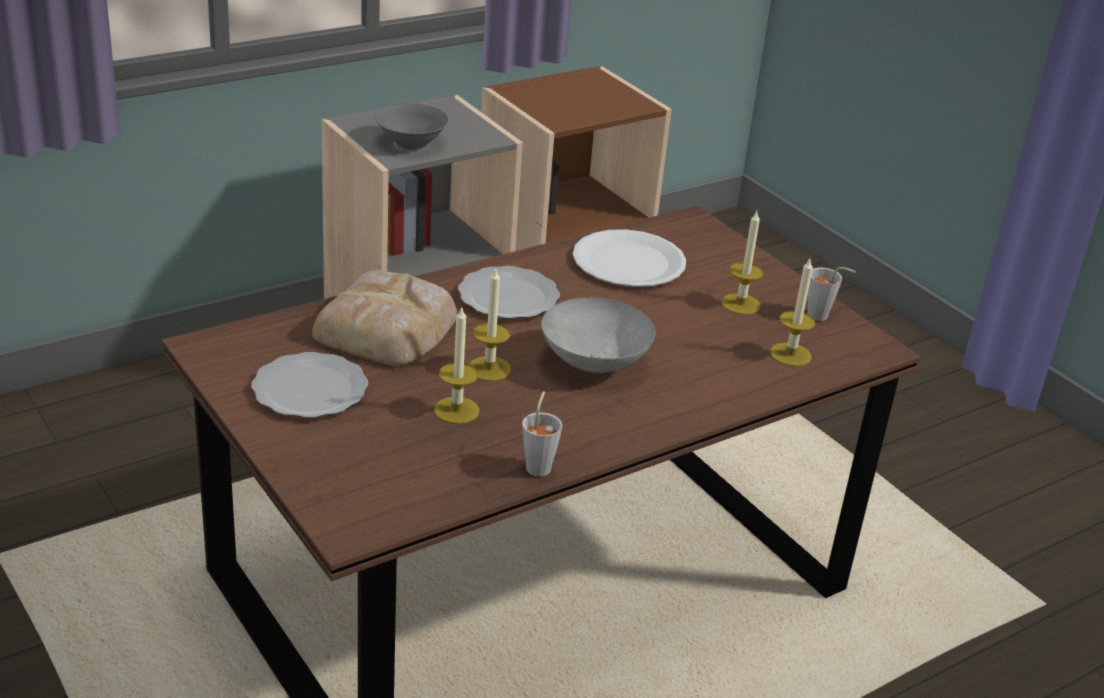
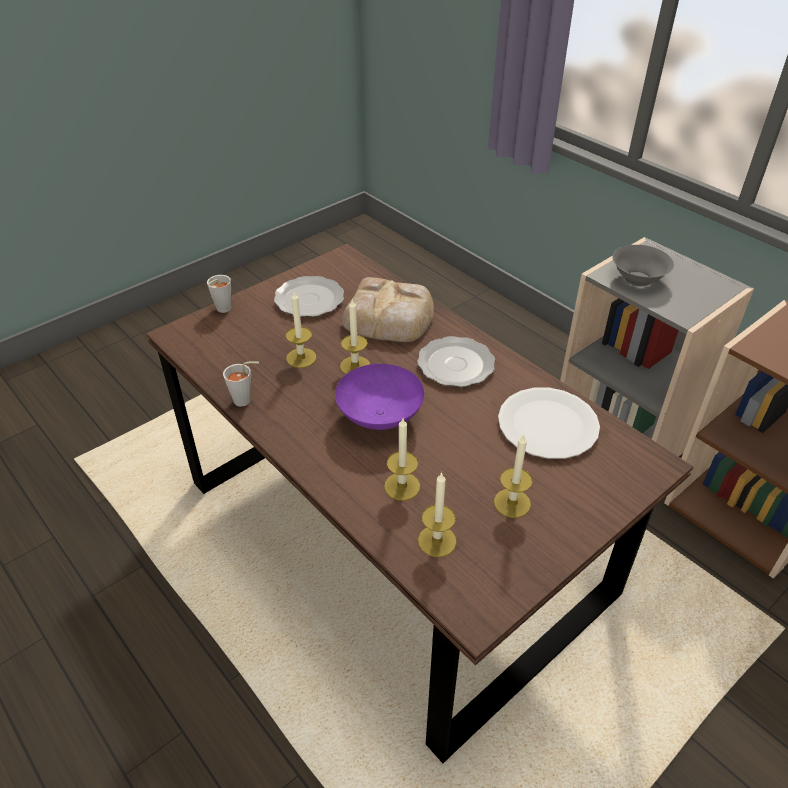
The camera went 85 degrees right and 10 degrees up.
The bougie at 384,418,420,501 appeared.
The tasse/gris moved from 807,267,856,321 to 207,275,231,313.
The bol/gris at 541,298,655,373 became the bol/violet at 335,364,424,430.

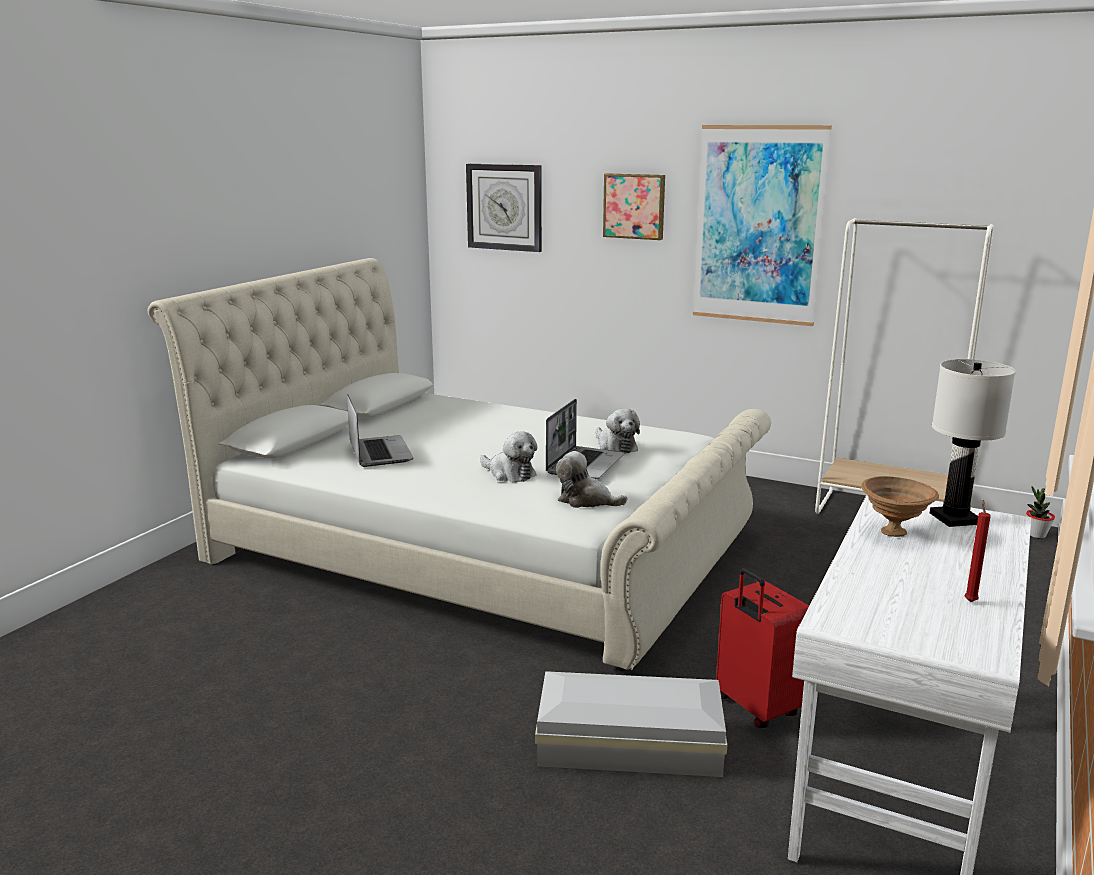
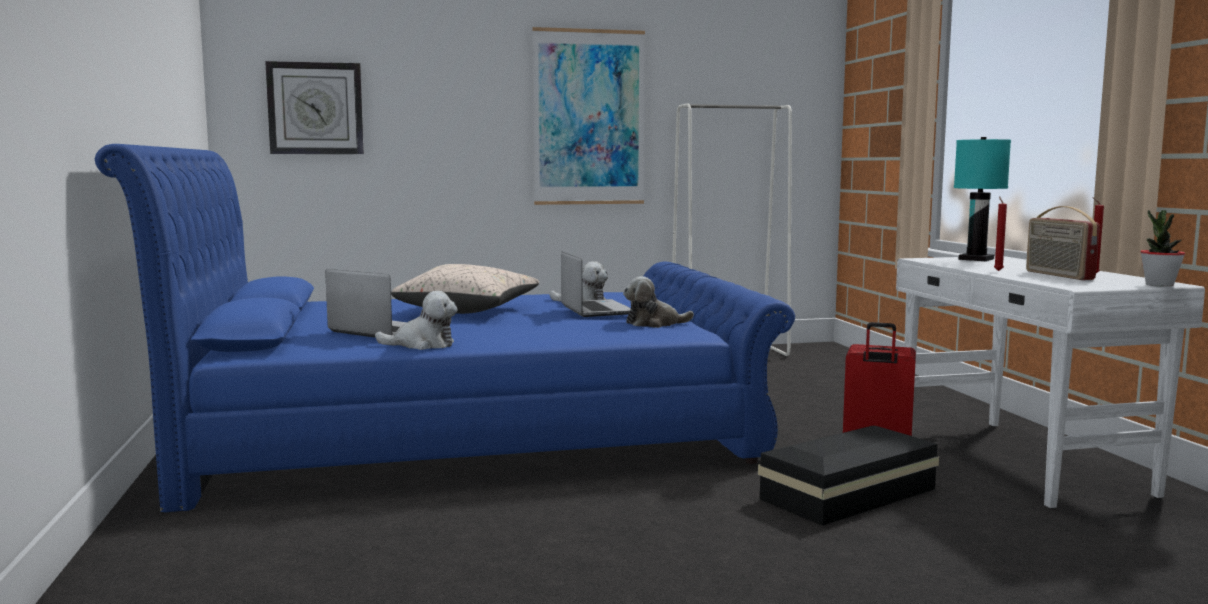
The camera went 40 degrees left and 10 degrees down.
The tableau at 603,173,665,240 disappeared.
The bol/marron at 861,476,939,537 disappeared.
The coussin/beige at 391,264,539,314 appeared.
The bougie/rouge at 994,196,1007,271 appeared.
The radio at 1026,206,1100,280 appeared.
The peluche moved from 480,431,537,482 to 375,291,457,350.
The plante en pot moved from 1026,486,1055,538 to 1140,210,1185,287.
The lit/beige at 148,258,771,671 became the lit/bleu at 95,144,795,512.
The boîte de rangement/blanc at 535,671,727,777 became the boîte de rangement/noir at 758,426,939,526.
The lampe de table/blanc at 930,359,1016,527 became the lampe de table/turquoise at 954,137,1011,261.

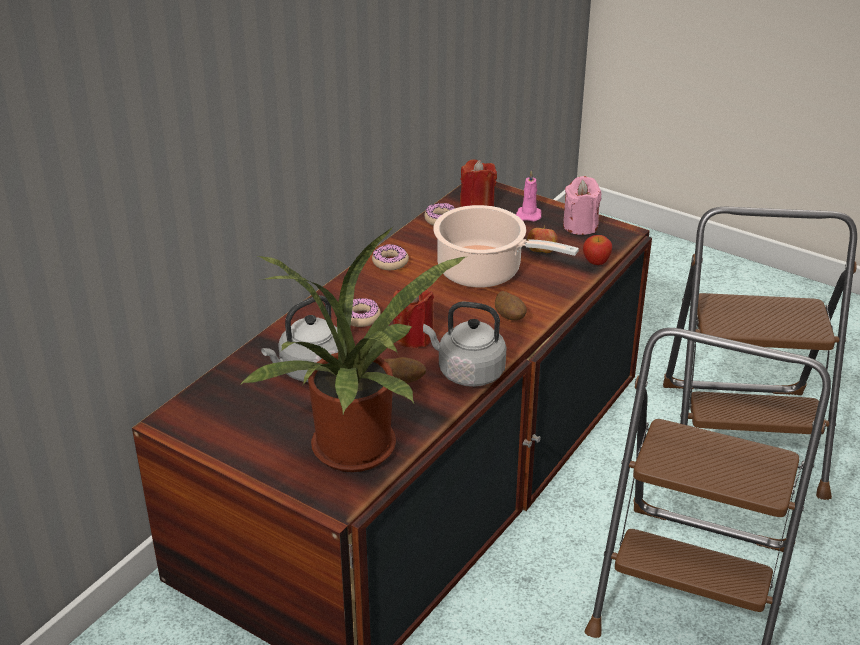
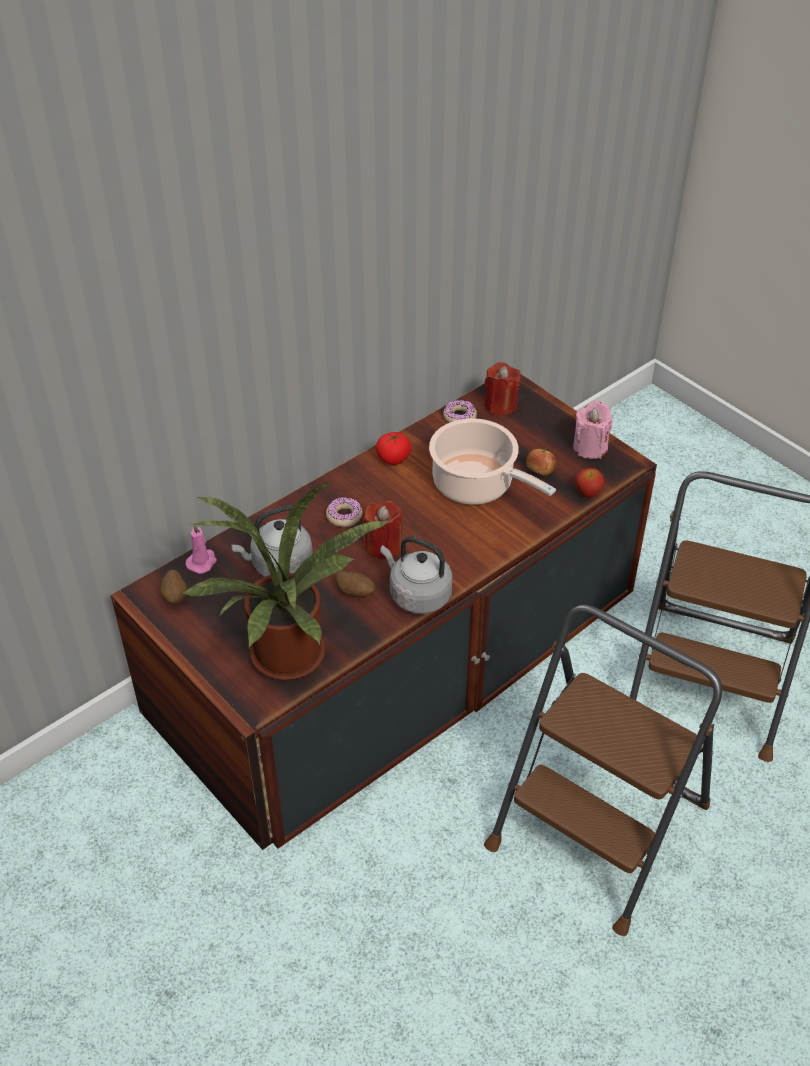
The camera went 15 degrees right and 10 degrees up.
The pomme de terre moved from 495,291,527,320 to 160,570,188,605.
The bougie/rose moved from 516,170,541,221 to 185,525,217,574.
The beignet at 372,244,409,270 was replaced by the tomate at 376,432,411,465.

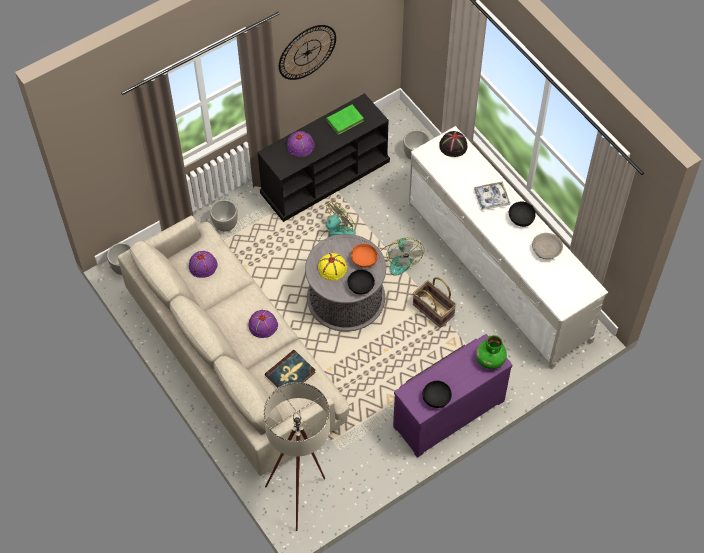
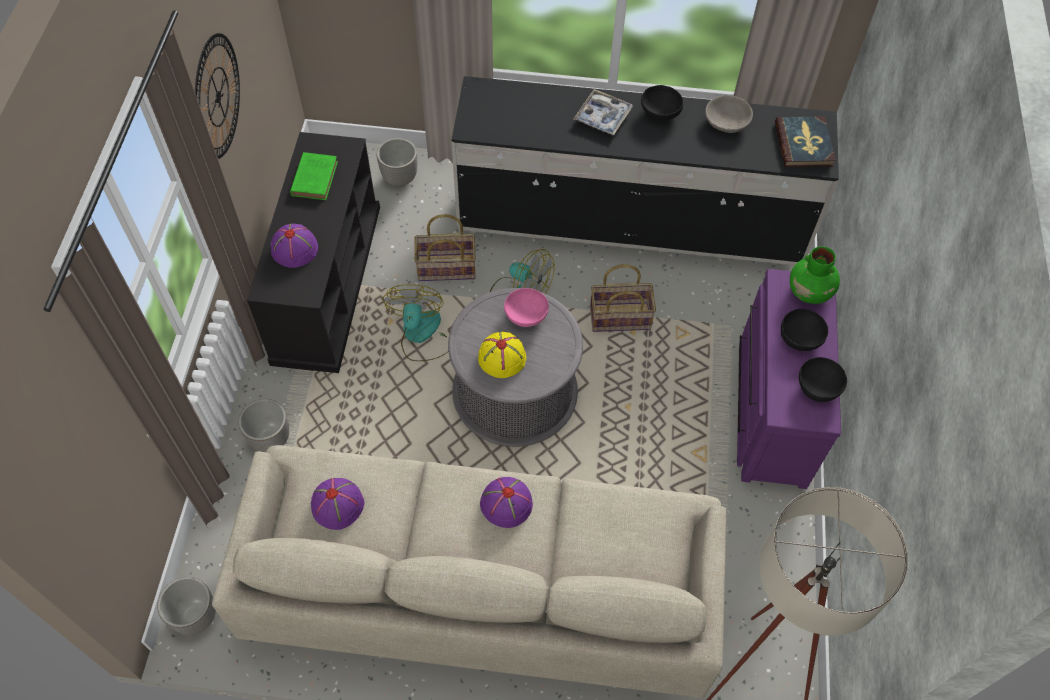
The camera went 50 degrees left and 0 degrees up.
The chapeau/noir at 439,131,468,157 disappeared.
The panier at 415,214,476,281 appeared.
The livre moved from 265,350,316,387 to 775,116,836,167.
The bol/noir moved from 347,270,375,295 to 781,309,828,351.
The bol/orange at 351,244,378,268 became the bol/rose at 504,288,549,327.
The meuble de rangement/blanc at 409,126,608,369 became the meuble de rangement/noir at 451,76,839,265.

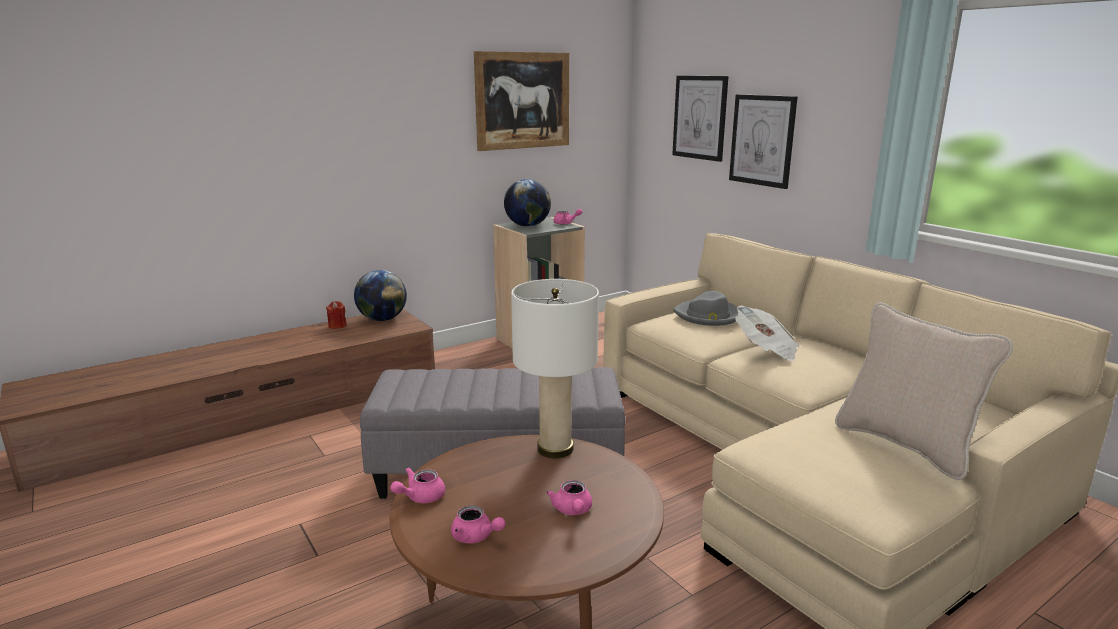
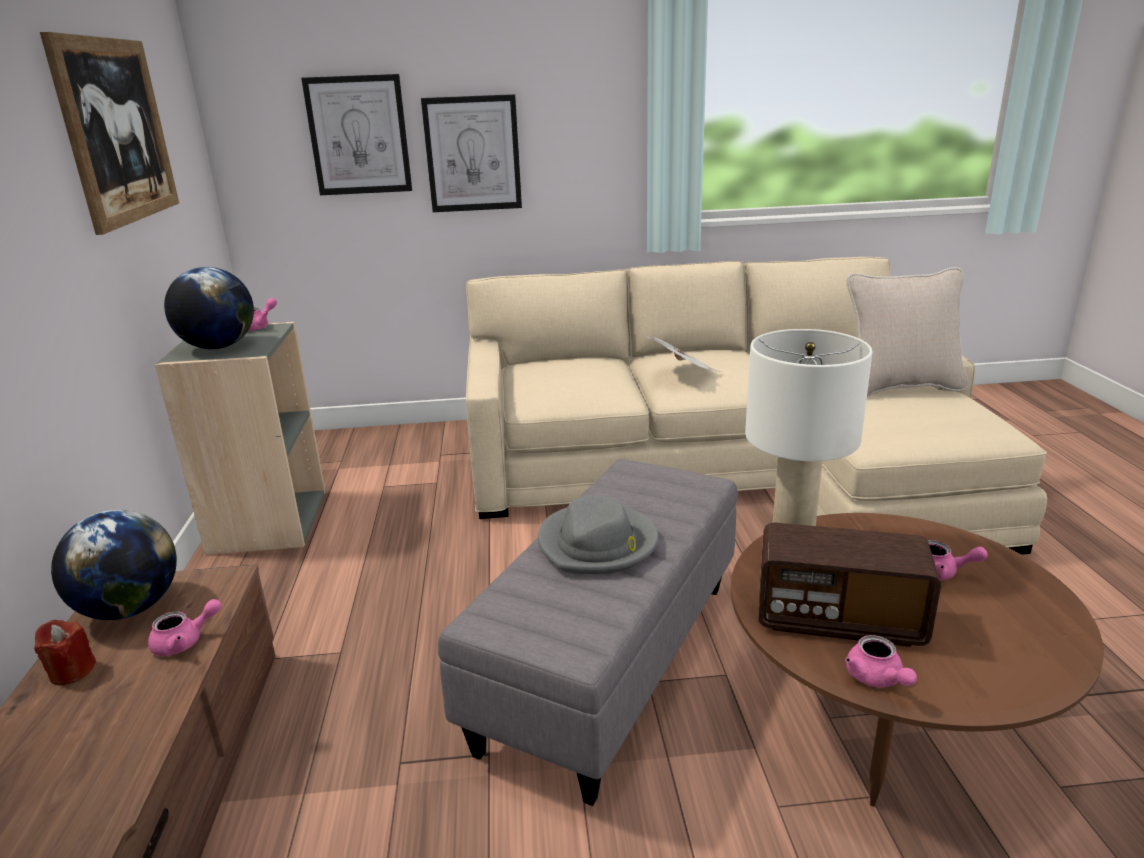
The camera went 60 degrees left and 5 degrees up.
The radio at 758,523,941,647 appeared.
The théière/rose moved from 451,505,506,543 to 148,599,222,656.
The chapeau/gris moved from 673,291,738,326 to 538,495,659,574.

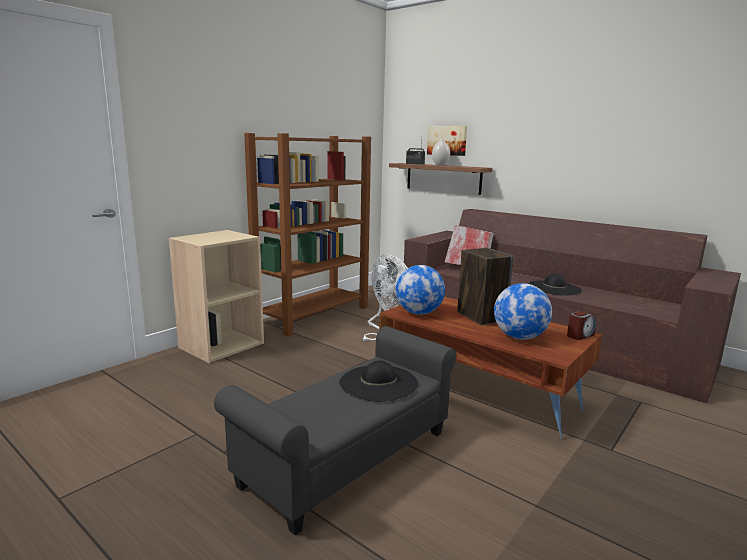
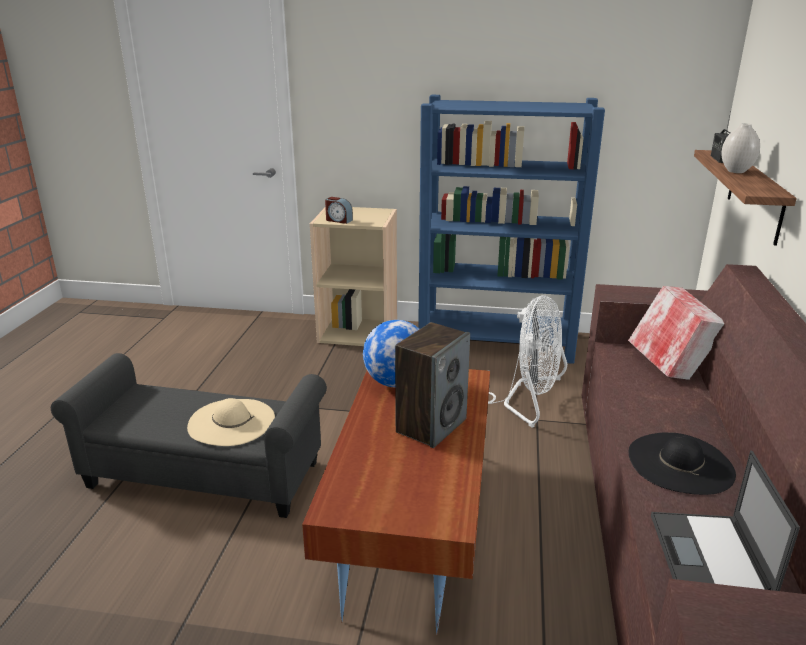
The camera went 60 degrees right and 10 degrees up.
The tableau at 427,126,467,156 disappeared.
The globe at 494,283,552,340 disappeared.
The ordinateur portable at 651,450,800,591 appeared.
The réveil moved from 567,311,596,340 to 325,197,353,224.
The bibliothèque/marron at 244,133,371,336 became the bibliothèque/bleu at 418,95,605,364.
The chapeau/noir at 339,360,418,402 became the chapeau/beige at 187,398,275,446.

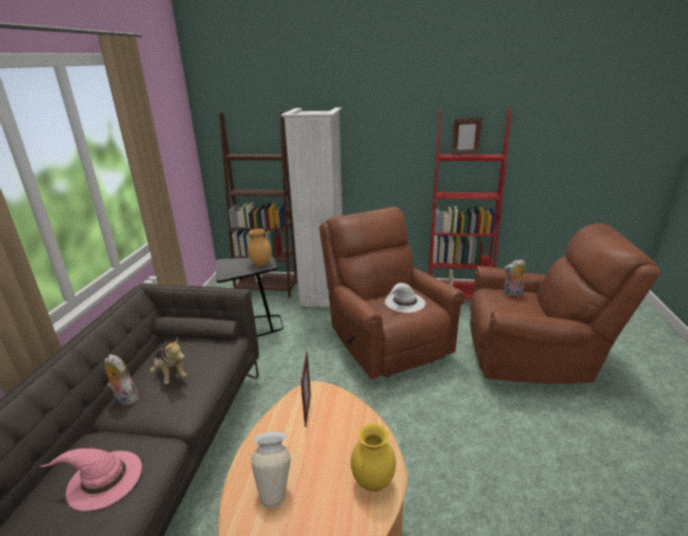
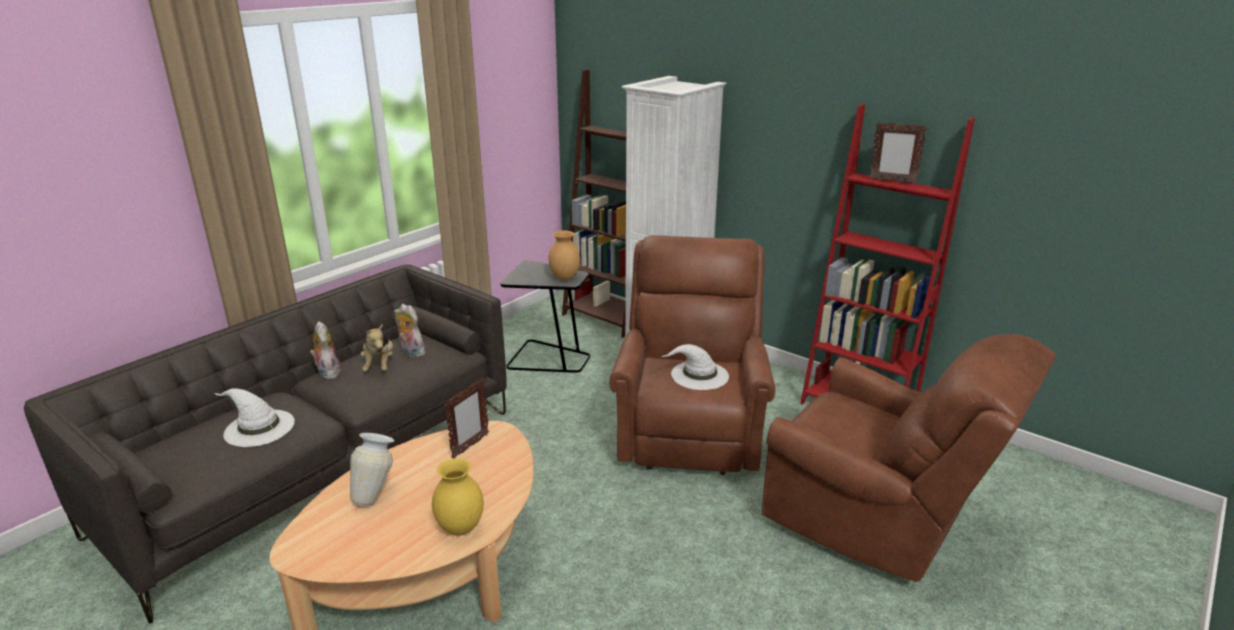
The camera went 30 degrees right and 0 degrees up.
The peluche moved from 503,259,526,296 to 394,304,425,358.
The chapeau/rose at 40,448,142,511 became the chapeau/blanc at 215,388,295,447.

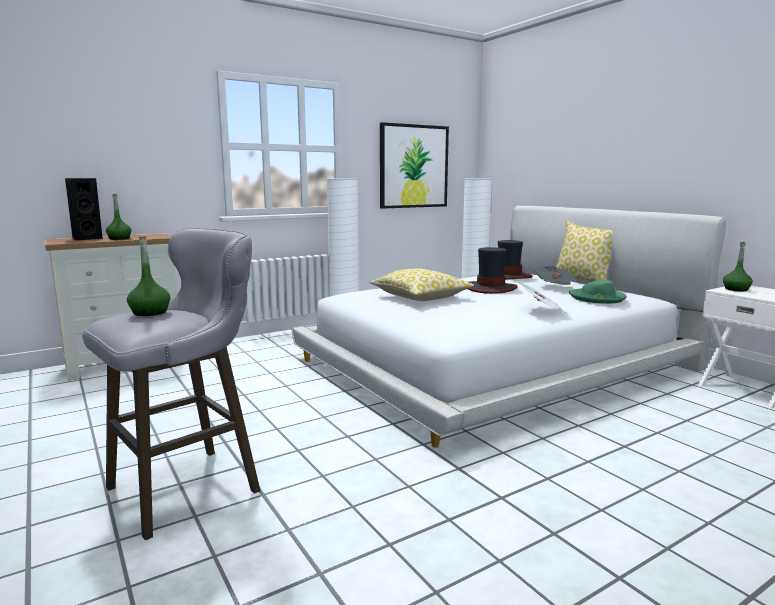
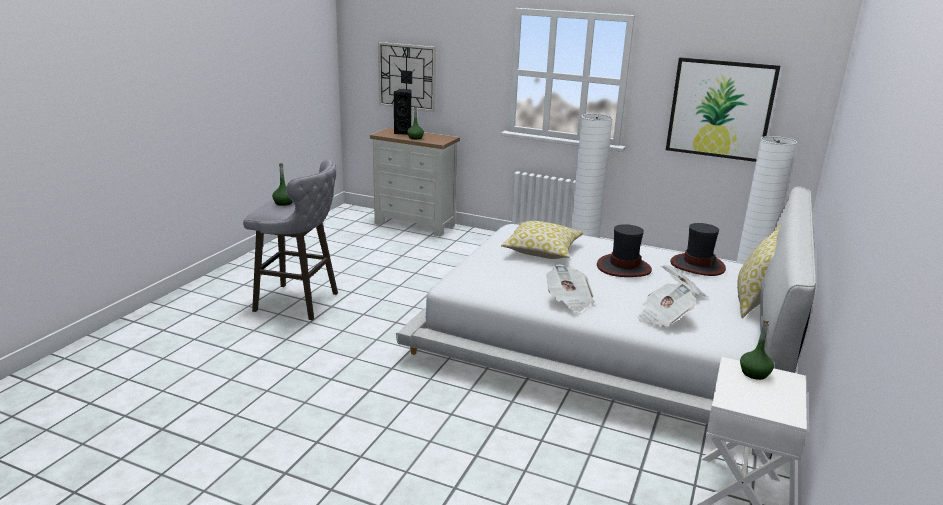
The camera went 55 degrees right and 10 degrees up.
The horloge murale at 378,42,436,112 appeared.
The chapeau/vert at 569,279,627,304 was replaced by the journal at 638,284,696,327.

